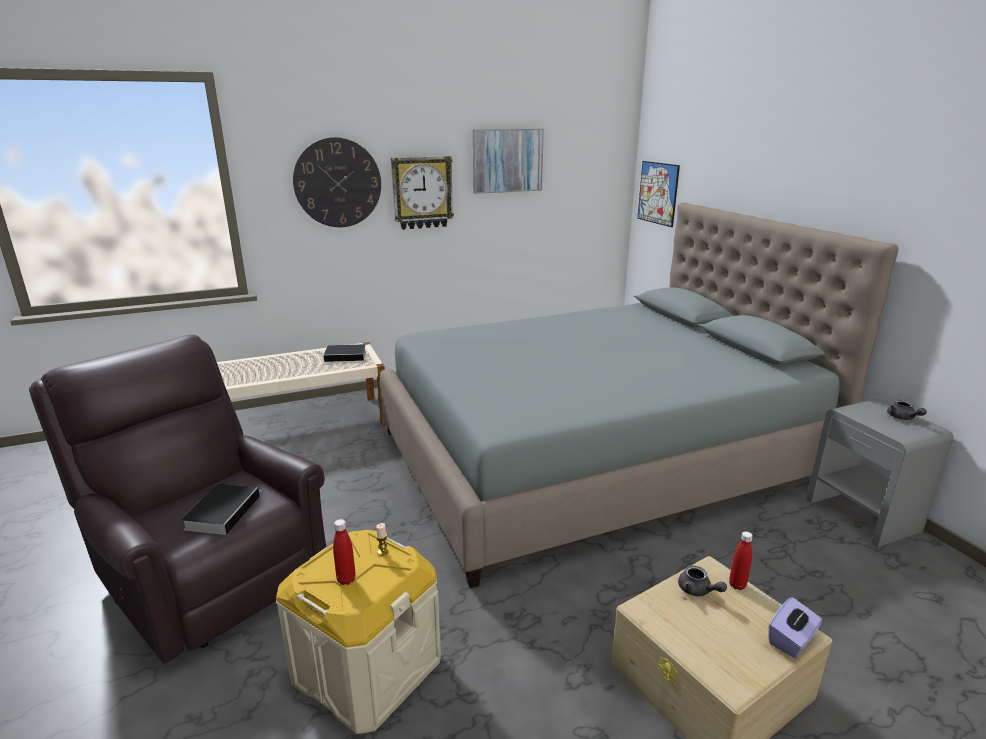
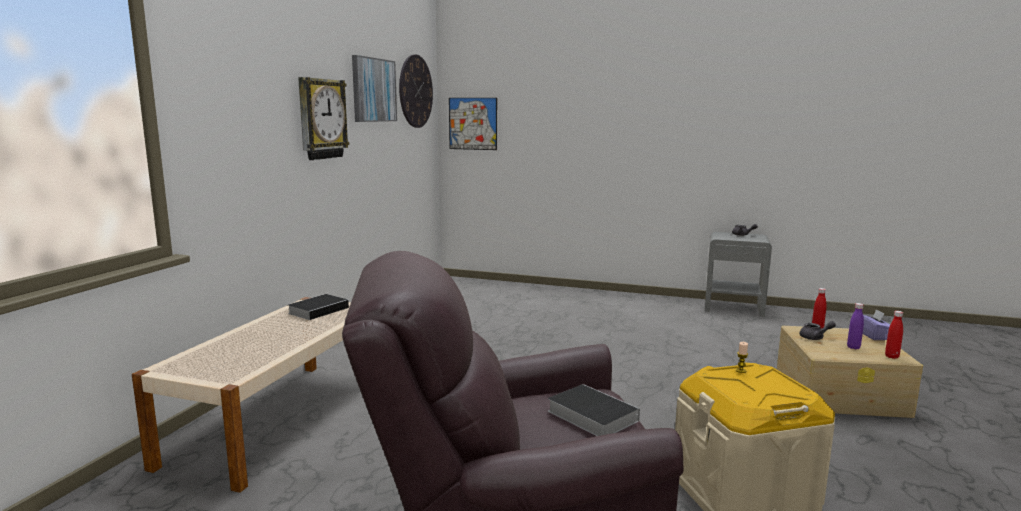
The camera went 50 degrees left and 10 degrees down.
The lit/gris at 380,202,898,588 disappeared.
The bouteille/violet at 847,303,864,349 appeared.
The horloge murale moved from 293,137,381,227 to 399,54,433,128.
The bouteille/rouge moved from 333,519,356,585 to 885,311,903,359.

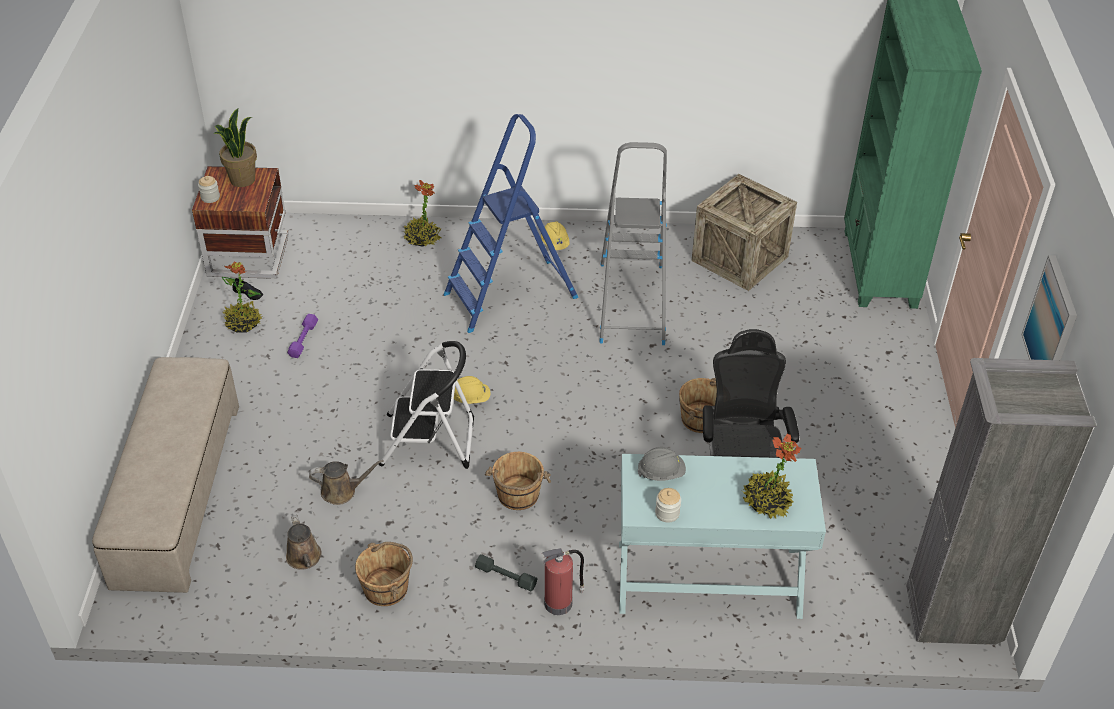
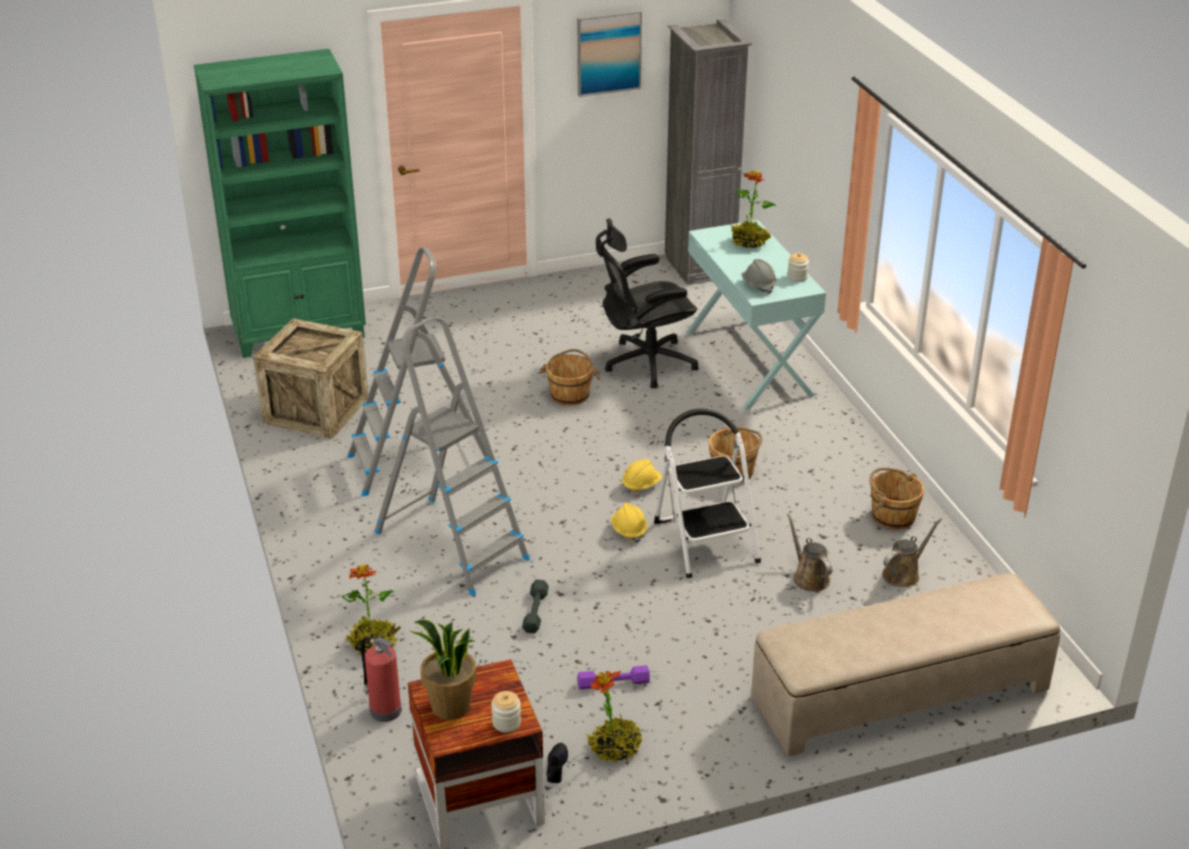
The camera went 110 degrees left and 10 degrees down.
The haltère/gris moved from 475,554,537,592 to 522,580,549,633.
The casque de chantier/jaune moved from 541,221,569,250 to 622,459,662,493.
The extincteur moved from 541,548,585,615 to 361,637,402,722.
The escabeau/bleu at 443,114,578,333 became the escabeau/gris at 374,317,530,596.

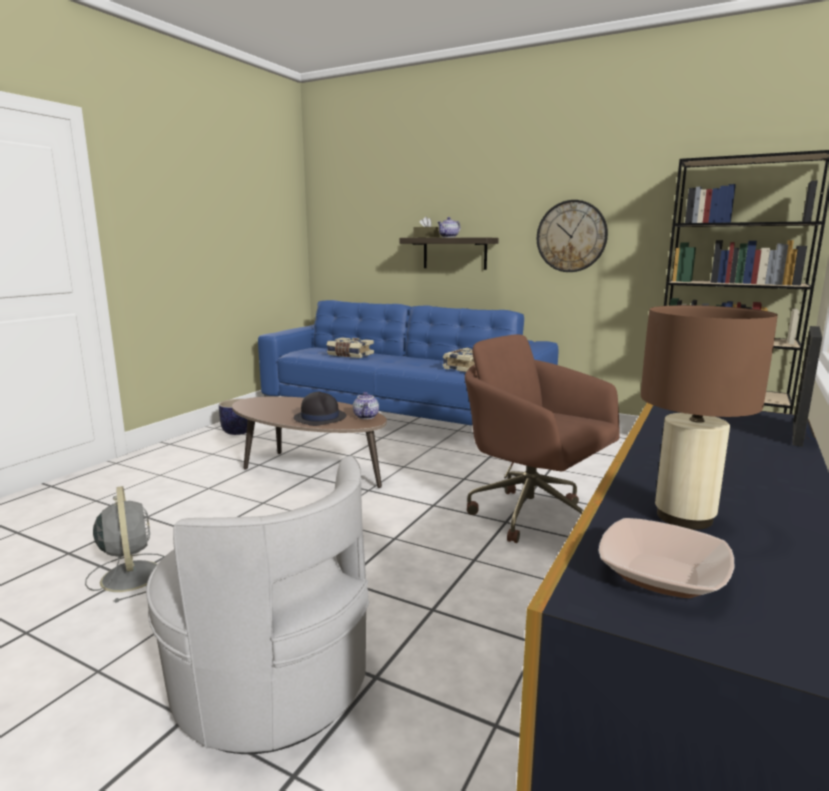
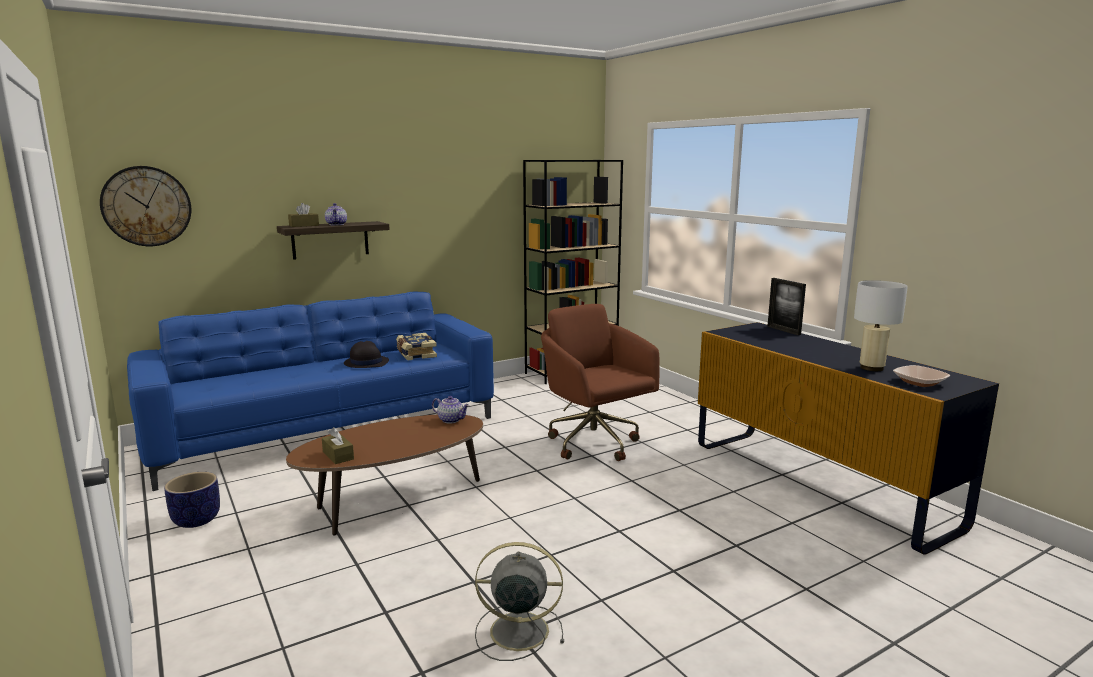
The camera went 60 degrees left and 0 degrees up.
The fauteuil/blanc at 146,456,369,754 disappeared.
The livre at 327,338,374,358 disappeared.
The boîte à mouchoirs/marron at 322,427,354,464 appeared.
The chapeau/noir moved from 294,392,346,426 to 344,341,389,368.
The horloge murale moved from 537,200,608,272 to 100,166,191,246.
The lampe de table/marron at 641,305,778,530 became the lampe de table/blanc at 854,280,908,371.
The chaise de bureau/marron at 465,334,620,543 turned 75 degrees clockwise.

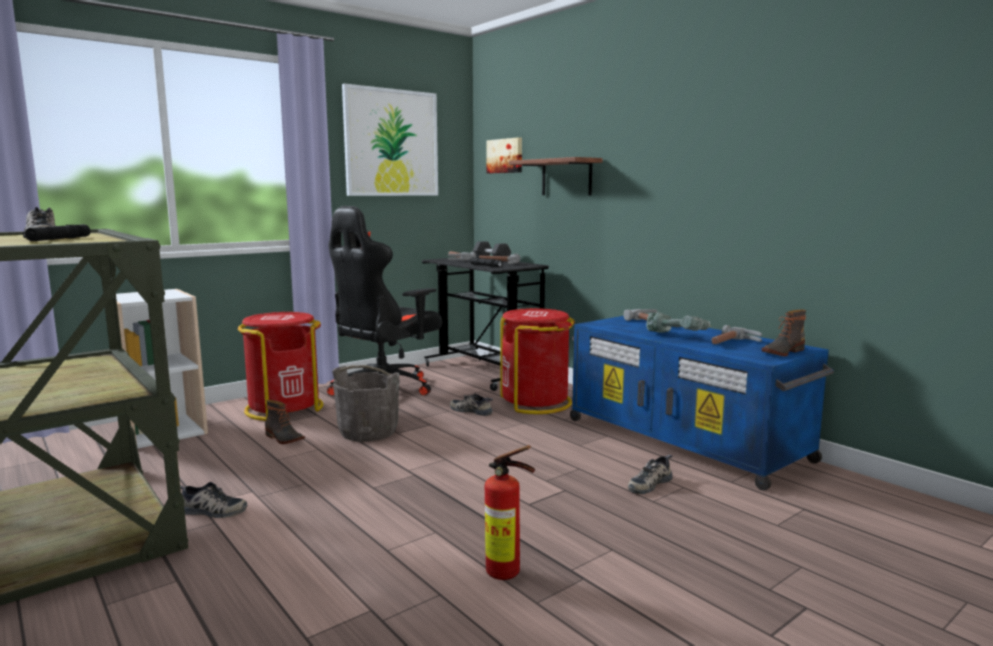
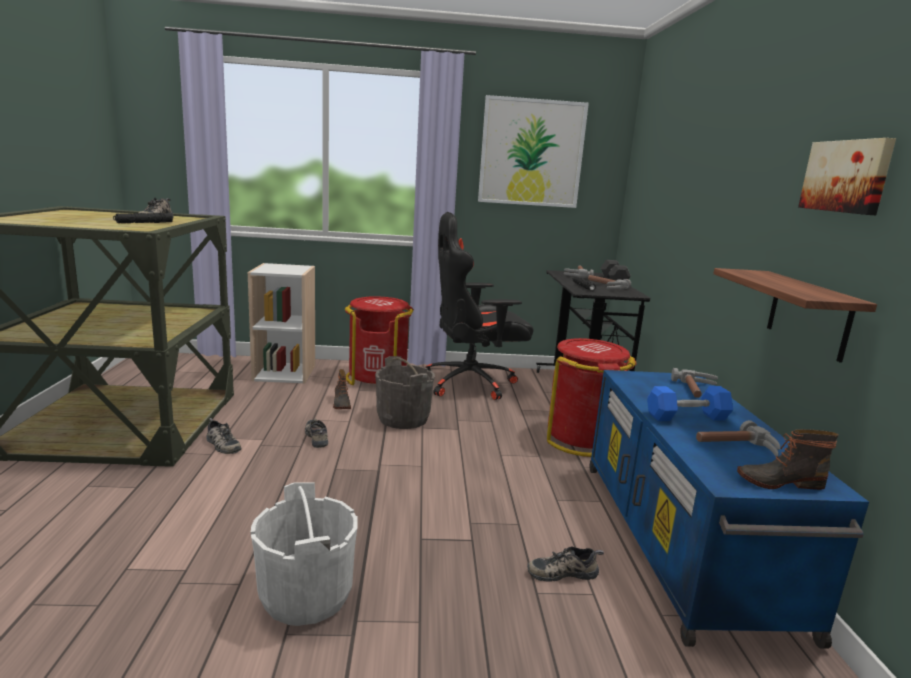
The camera went 35 degrees right and 5 degrees up.
The chaussure moved from 450,393,493,416 to 305,418,328,448.
The tableau moved from 486,137,522,173 to 798,138,896,215.
The étagère moved from 509,157,603,196 to 713,268,877,363.
The extincteur at 484,445,535,580 was replaced by the seau/blanc at 251,482,358,626.
The perceuse at 646,312,711,333 was replaced by the haltère/bleu at 647,386,733,421.

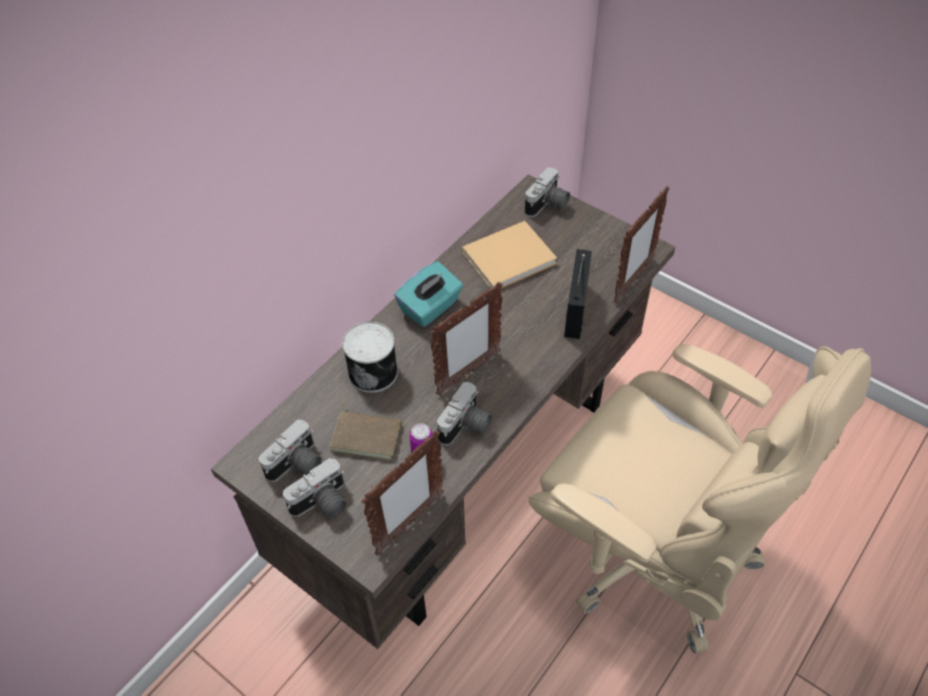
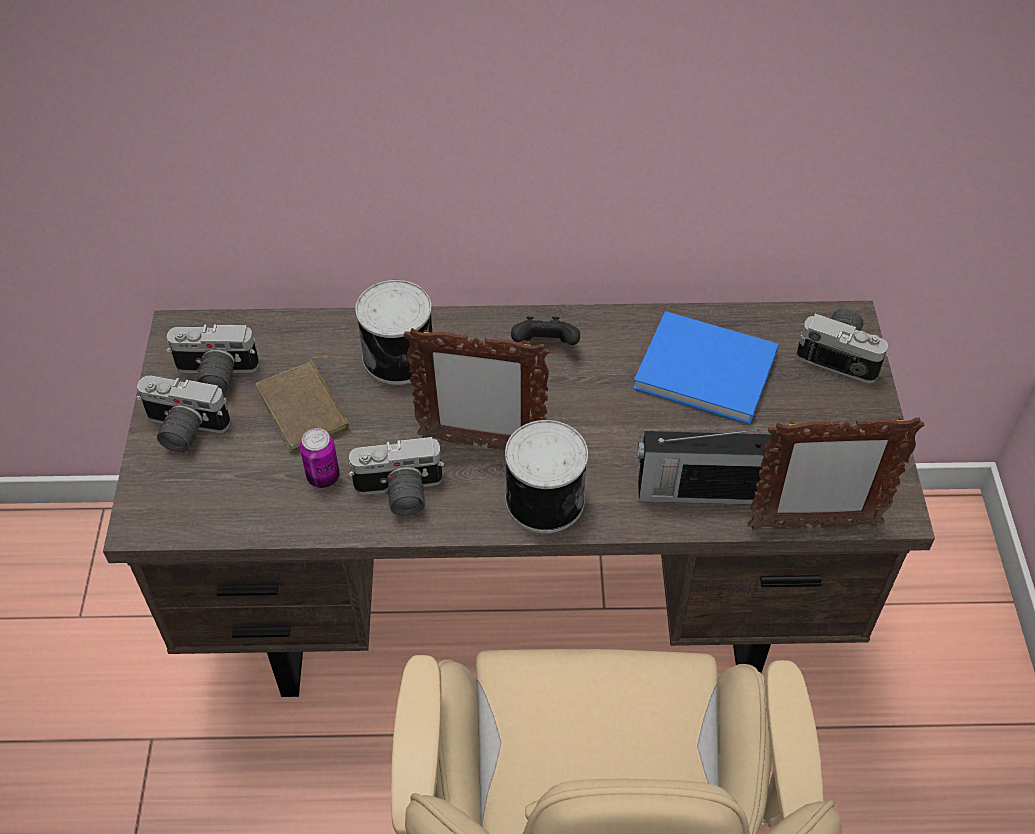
The camera went 50 degrees right and 0 degrees up.
The cadre photo at 361,430,444,555 disappeared.
The boîte métallique at 505,420,588,533 appeared.
The boîte à mouchoirs/turquoise at 394,261,463,327 was replaced by the manette/noir at 511,317,580,345.
The livre/beige at 462,221,557,288 became the livre/bleu at 633,311,778,425.
The appareil photo at 525,167,570,217 turned 150 degrees counterclockwise.
The radio at 564,249,592,339 turned 150 degrees counterclockwise.

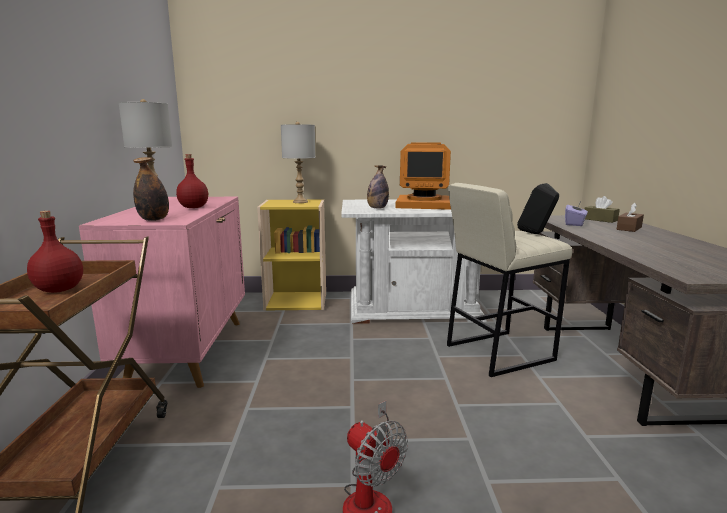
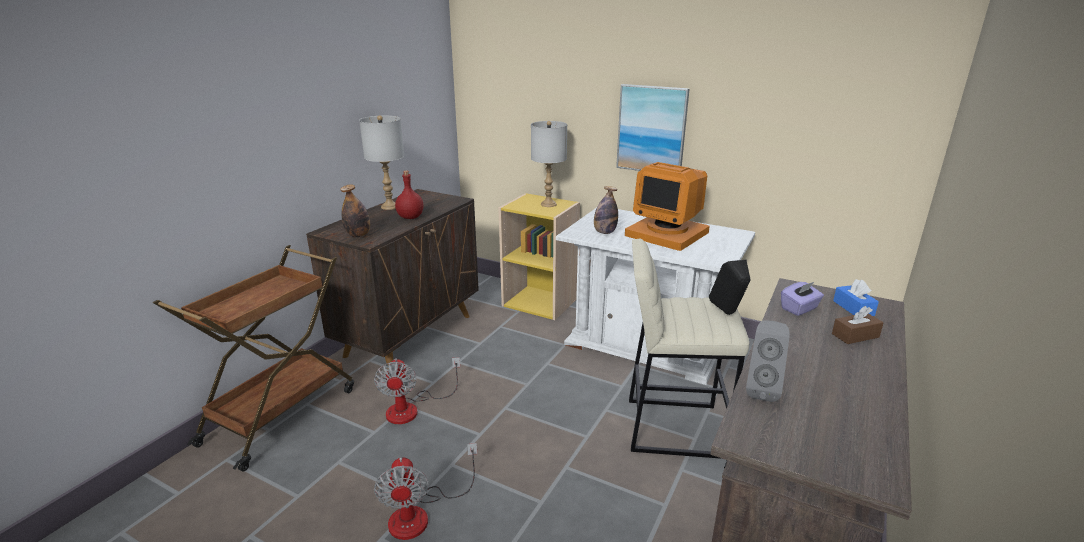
The camera went 30 degrees right and 10 degrees up.
The bouteille/rouge at 27,211,83,293 disappeared.
The ventilateur at 374,357,460,424 appeared.
The tableau at 616,84,689,171 appeared.
The enceinte/gris at 746,321,790,402 appeared.
The meuble de rangement/rose at 79,197,245,388 became the meuble de rangement/marron at 306,189,479,365.
The boîte à mouchoirs/marron at 585,196,620,223 became the boîte à mouchoirs/bleu at 833,279,879,316.

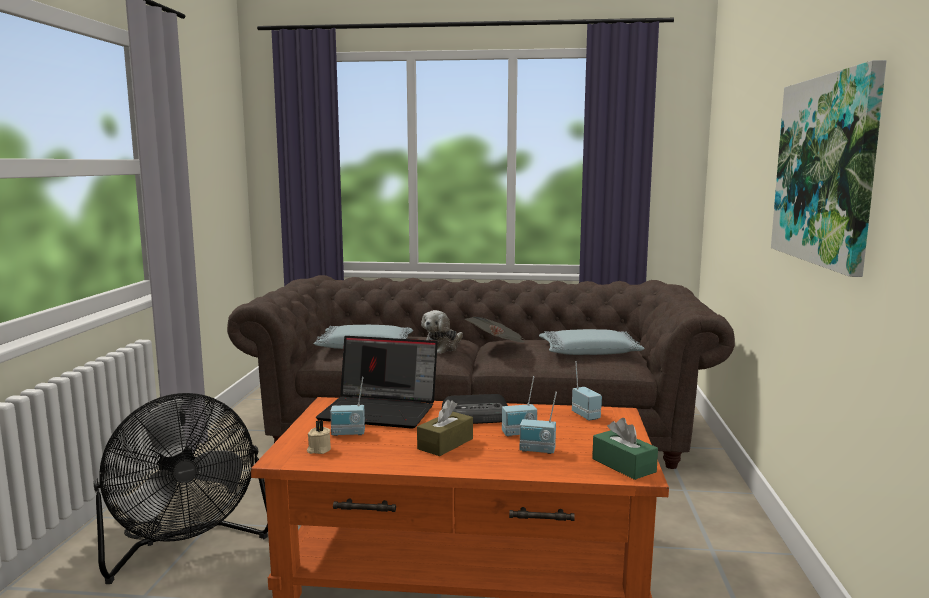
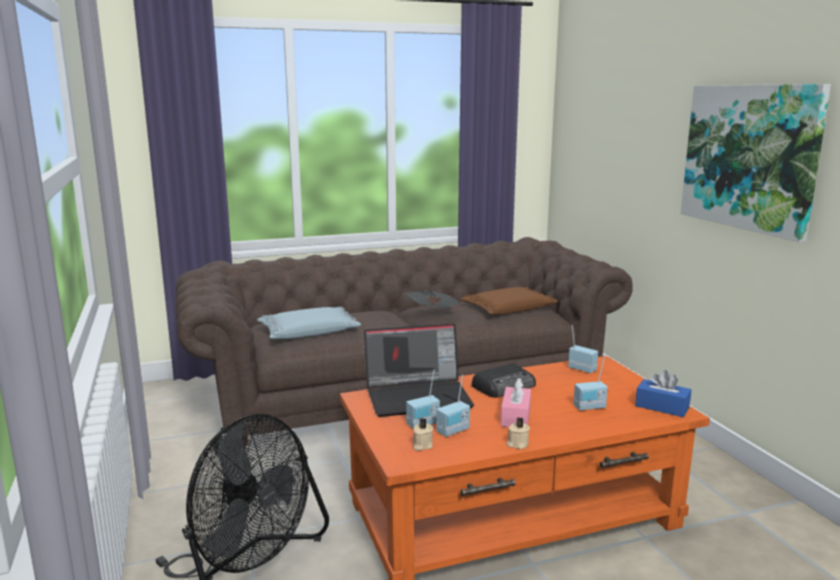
The camera went 25 degrees left and 5 degrees up.
The peluche at 421,310,463,354 disappeared.
The bougie/beige at 506,417,530,449 appeared.
The radio moved from 502,376,537,436 to 436,375,470,437.
The boîte à mouchoirs/marron at 417,400,473,456 became the boîte à mouchoirs/rose at 501,378,531,427.
The coussin/bleu at 539,329,645,355 became the coussin/marron at 461,287,558,315.
The boîte à mouchoirs/vert at 592,418,658,480 became the boîte à mouchoirs/bleu at 635,370,691,417.

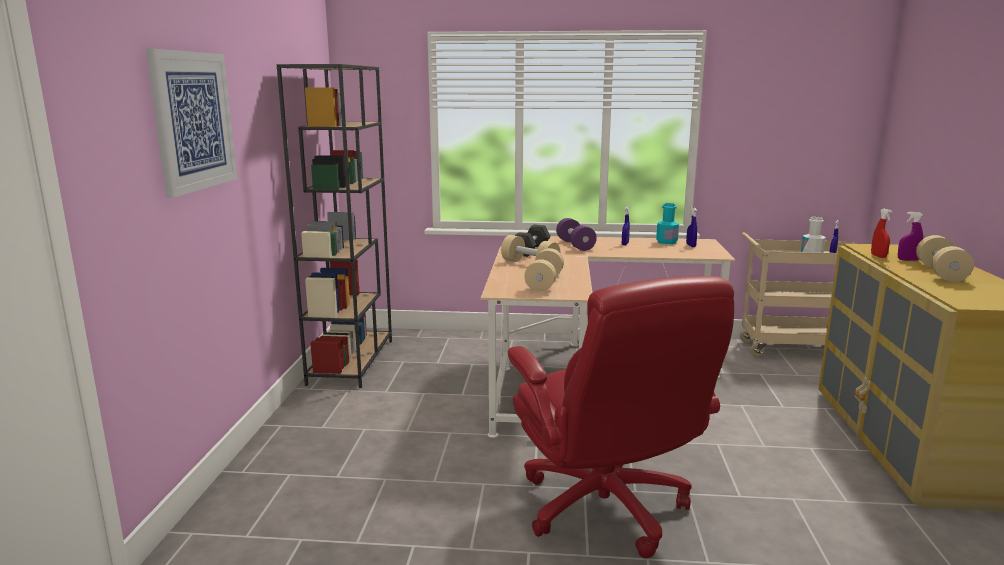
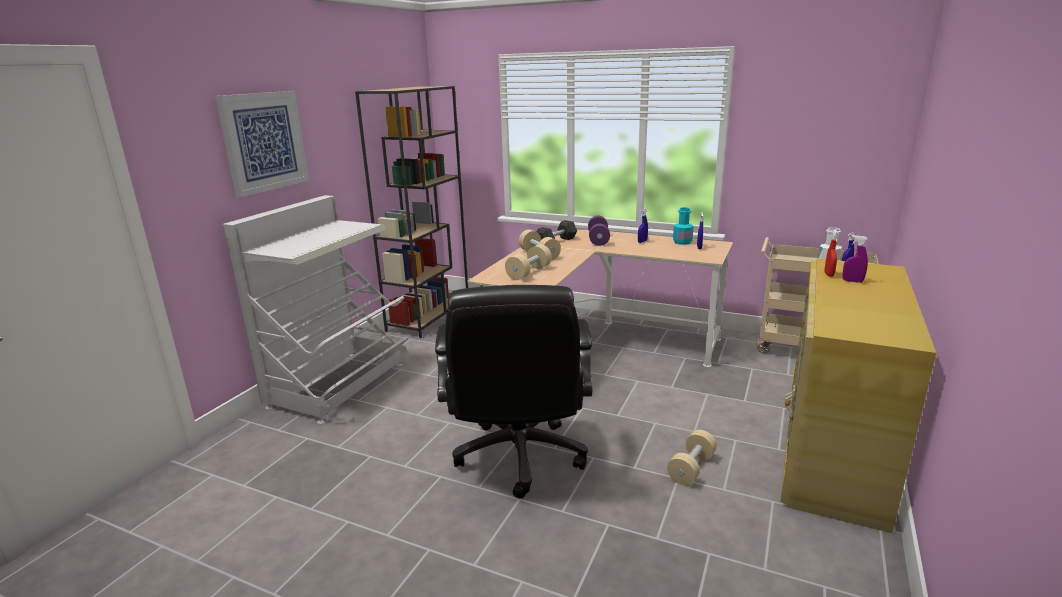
The camera went 20 degrees right and 5 degrees up.
The étagère à chaussures/blanc at 222,195,409,424 appeared.
The haltère/beige moved from 916,235,974,282 to 667,430,717,485.
The chaise de bureau/rouge at 508,276,734,558 became the chaise de bureau/noir at 435,285,592,499.

